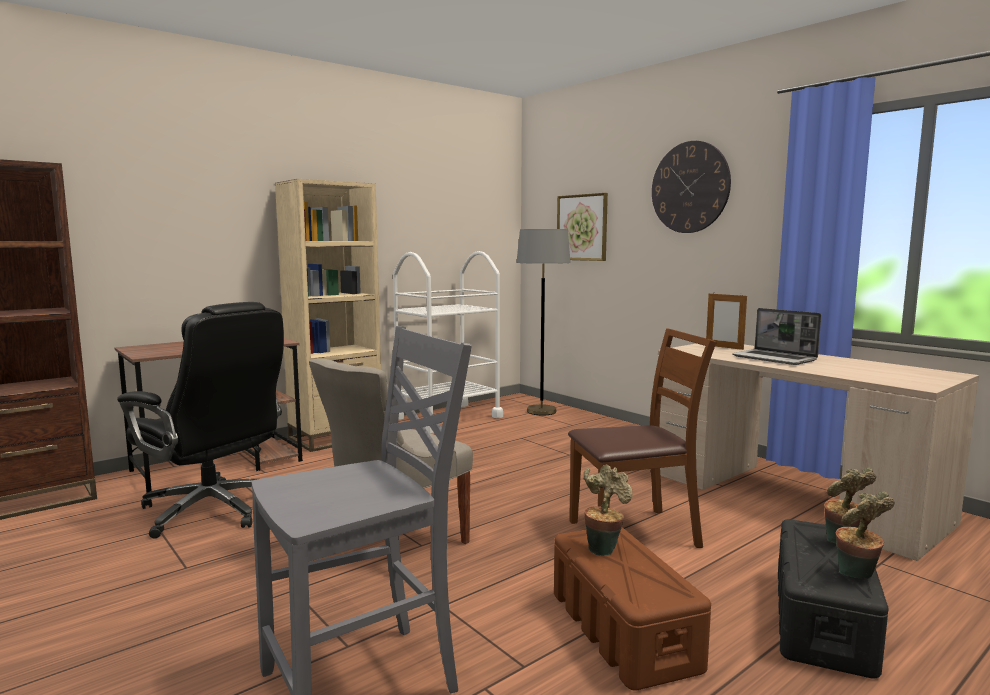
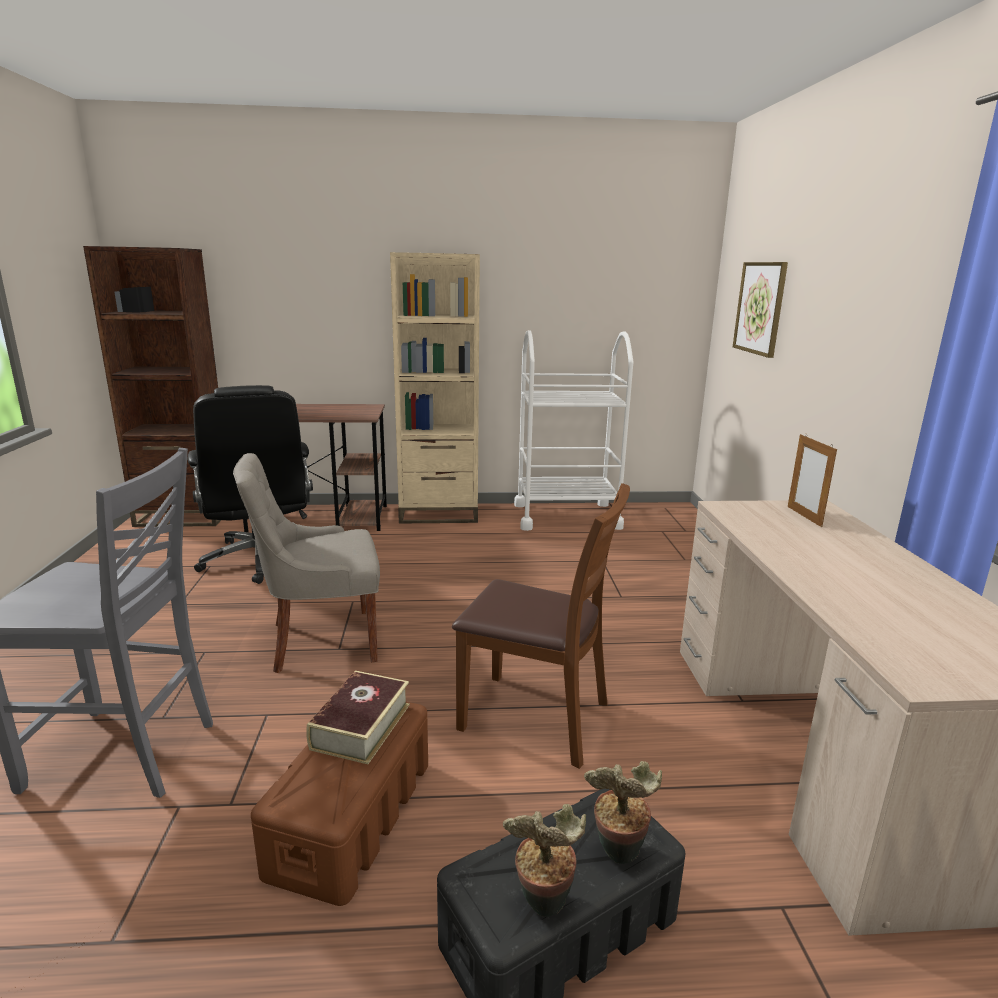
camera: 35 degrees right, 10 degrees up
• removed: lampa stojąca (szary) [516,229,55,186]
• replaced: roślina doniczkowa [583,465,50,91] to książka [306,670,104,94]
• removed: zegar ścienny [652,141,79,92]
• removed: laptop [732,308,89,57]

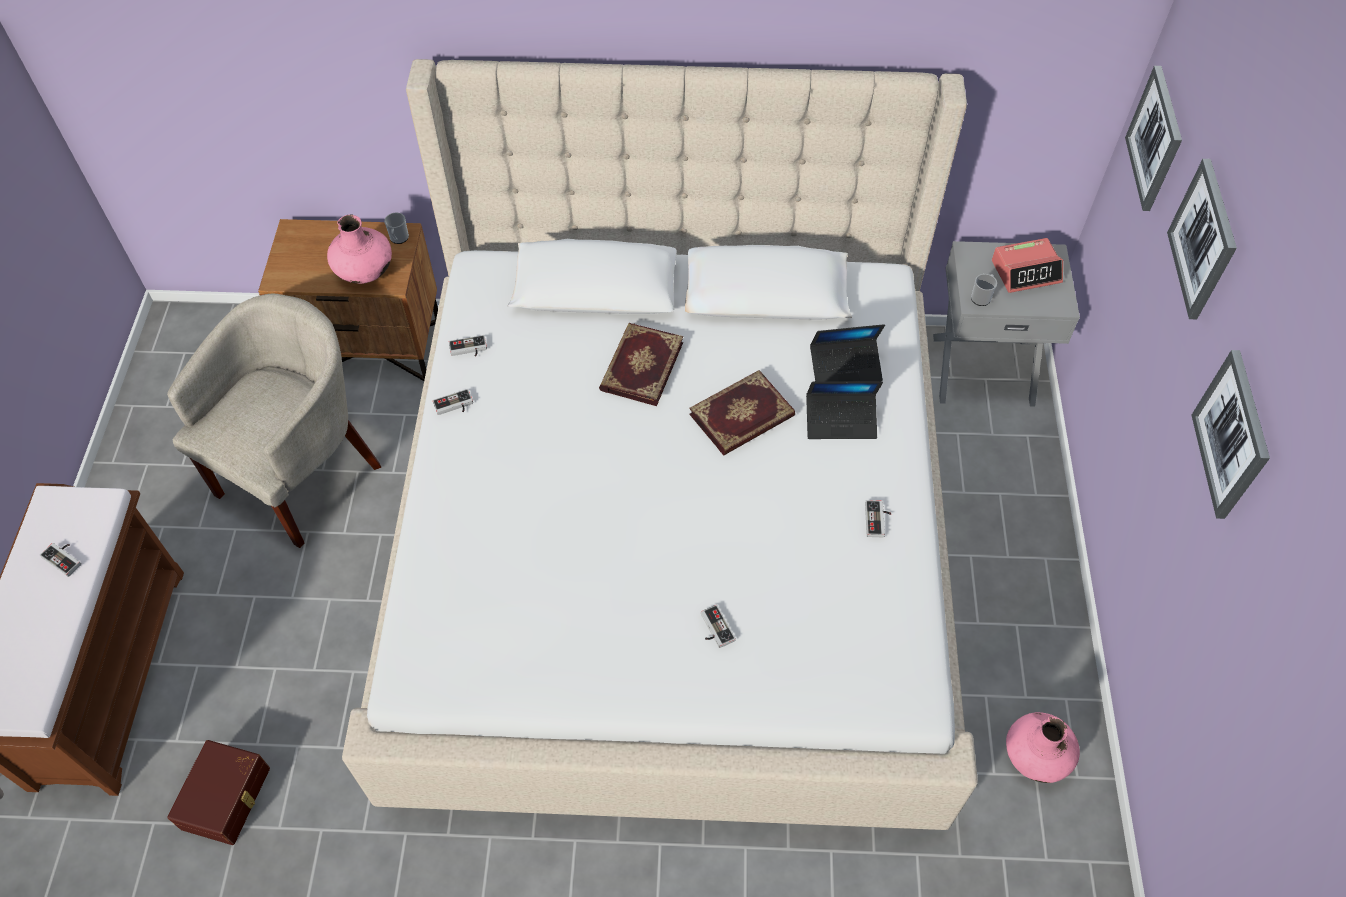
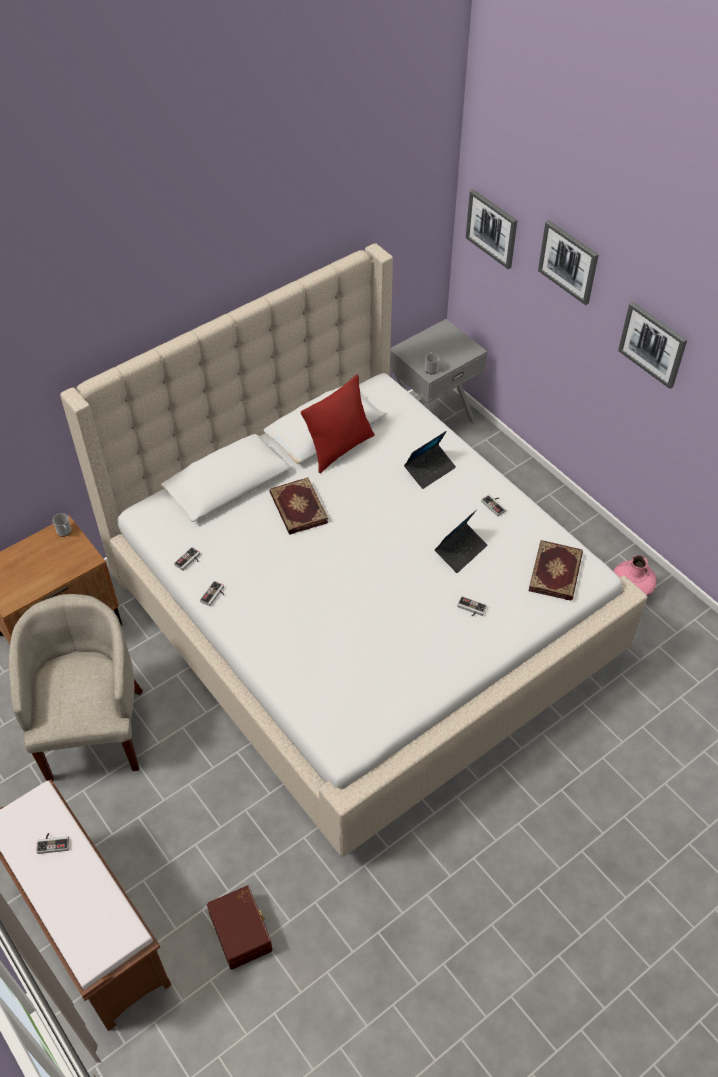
camera: 40 degrees left, 5 degrees down
• removed: wazon (różowy) [327,214,65,70]
• moved: książka [689,370,106,85] to [528,540,55,61]
• moved: laptop [810,324,75,58] to [435,510,52,63]
• removed: budzik [992,238,71,55]
• added: poduszka (czerwony) [301,374,74,99]

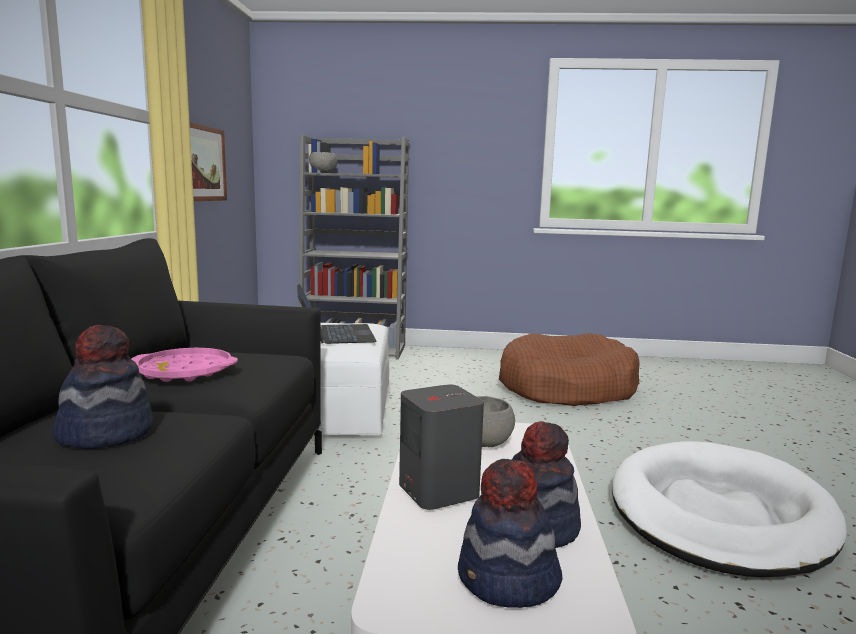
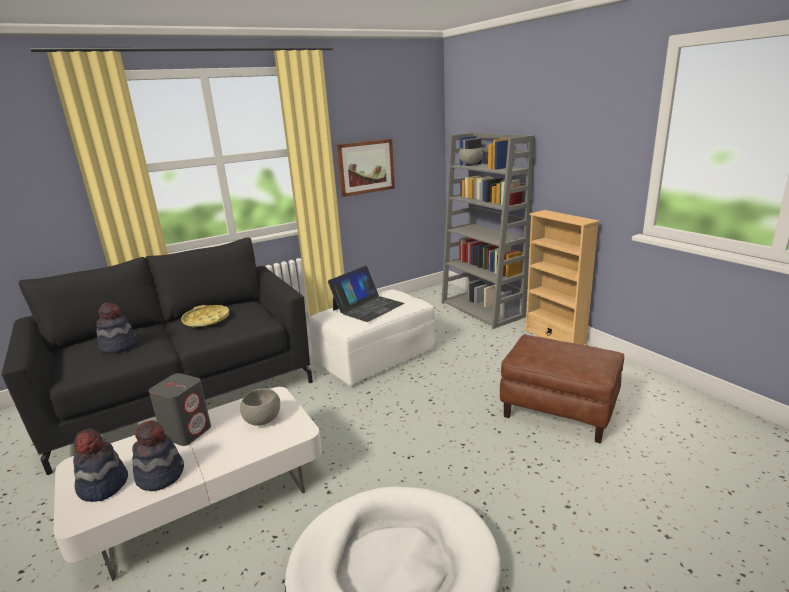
camera: 55 degrees right, 10 degrees up
• recoloured: taca (różowy) [131,348,107,34] to taca (żółty) [181,305,48,23]
• replaced: legowisko (brązowy) [499,333,141,73] to pufa (brązowy) [500,335,124,109]
• added: regał (beżowy) [524,210,76,136]

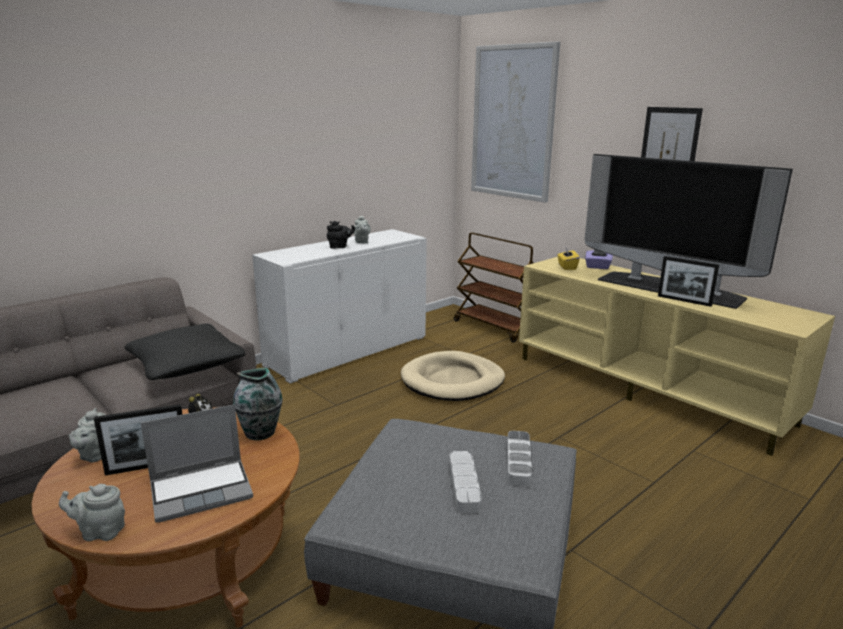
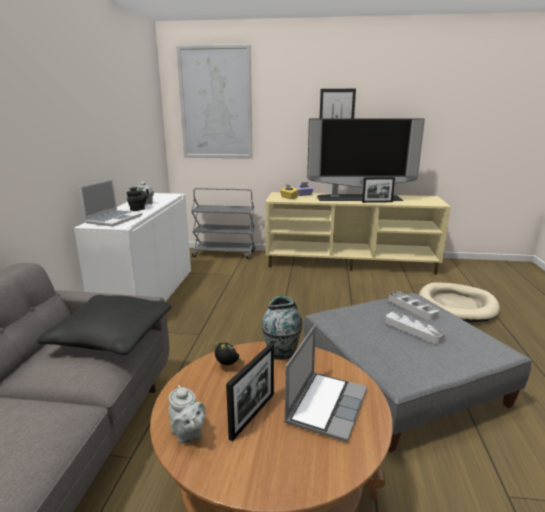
camera: 40 degrees left, 0 degrees up
• removed: imbryk (szary) [59,484,66,57]
• moved: legowisko (beżowy) [401,351,104,50] to [419,282,81,41]
• recoloured: wózek (brązowy) [454,232,80,111] to wózek (szary) [191,188,64,71]
• added: laptop [80,179,63,47]

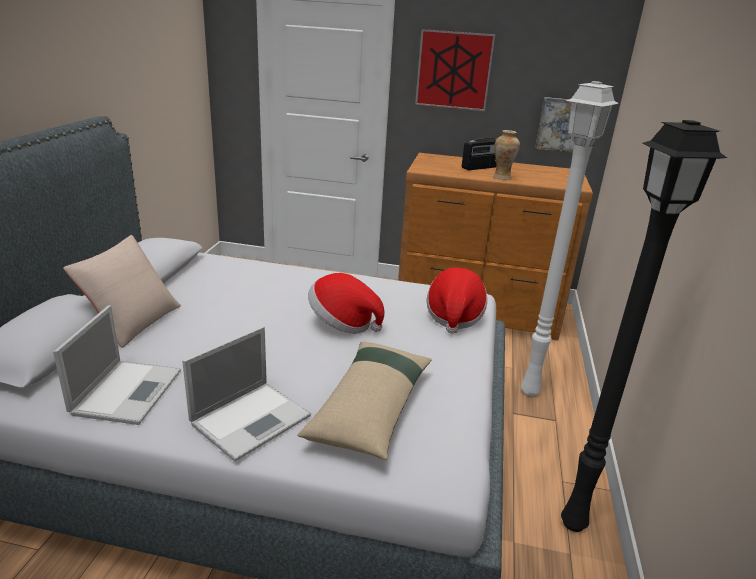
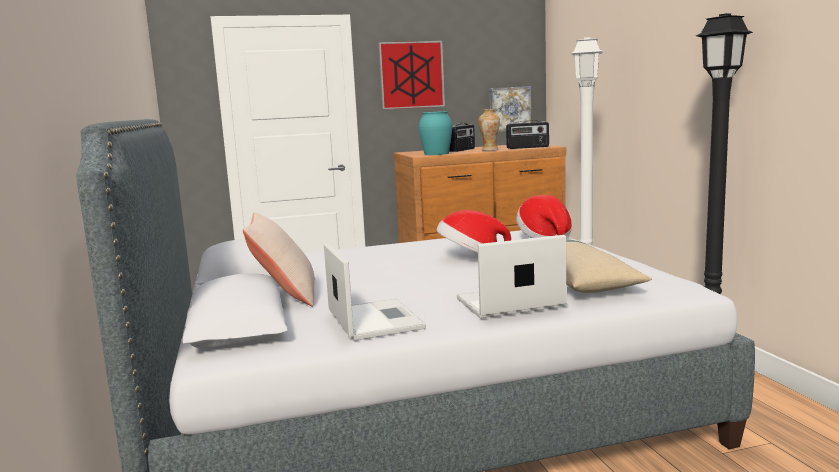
camera: 25 degrees left, 15 degrees down
• turned: laptop [182,326,129,136] = [457,235,109,83] 120 degrees counterclockwise
• added: wazon (turkusowy) [419,111,33,44]
• added: radio [506,120,43,29]

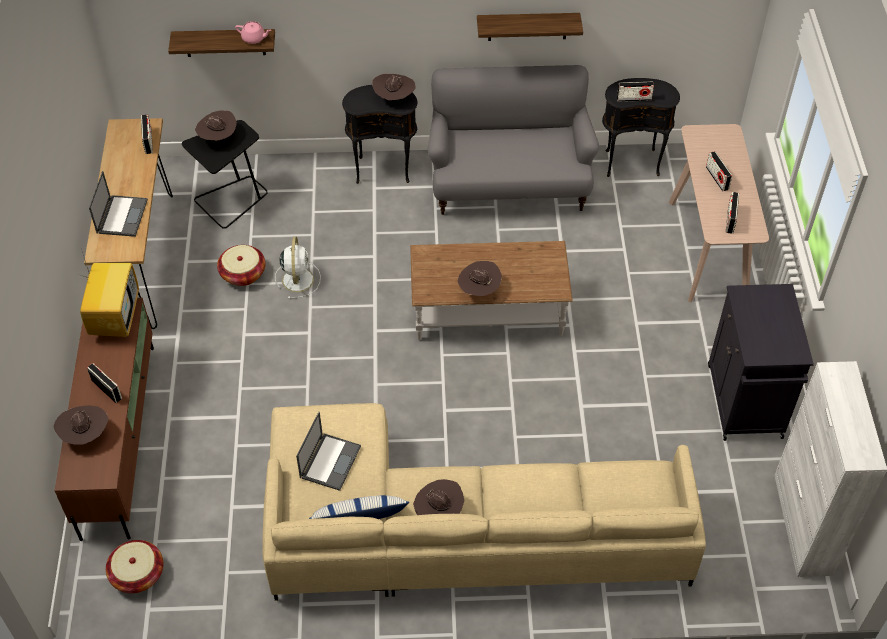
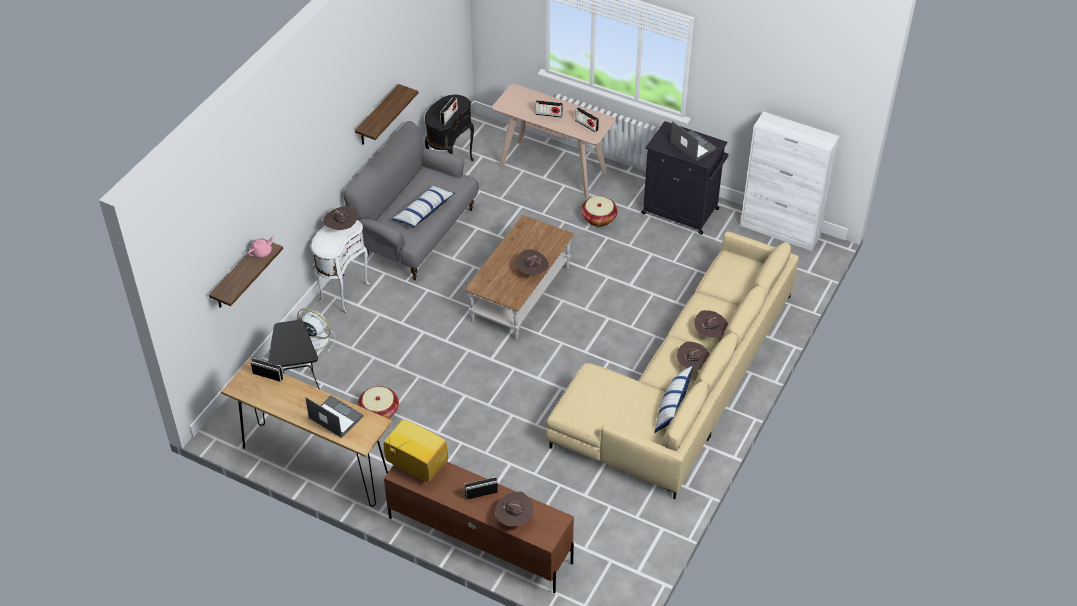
camera: 60 degrees left, 5 degrees down
• moved: koszyk [106,540,57,53] to [581,196,37,31]
• moved: kapelusz (brązowy) [195,110,42,31] to [694,310,34,28]
• moved: wentylator (biały) [275,237,46,62] to [297,308,39,44]
• moved: laptop [296,412,65,79] to [671,122,46,39]
• recoloured: stolik (czarny) [342,85,75,99] to stolik (biały) [311,220,59,93]
• added: poduszka [391,185,64,43]

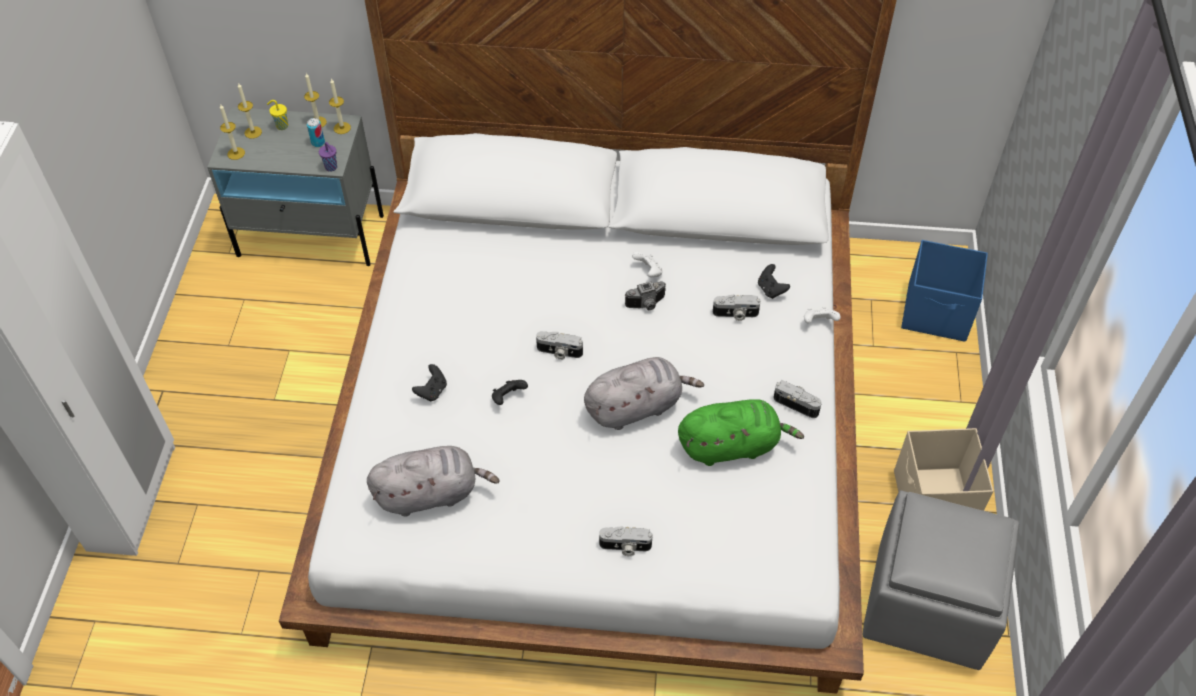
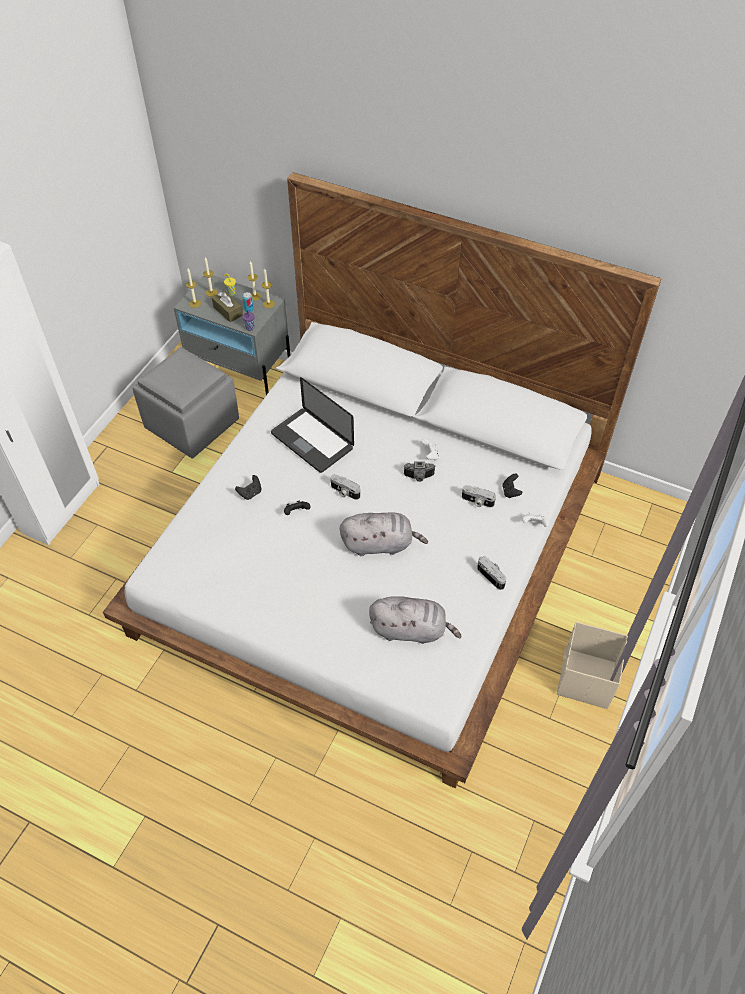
camera: 20 degrees right, 0 degrees up
• moved: pluszak (szary) [367,446,132,71] to [369,596,93,48]
• removed: aparat fotograficzny [599,526,53,30]
• removed: pluszak (zielony) [678,399,126,67]
• moved: pufa (szary) [863,490,156,180] to [132,347,107,112]
• removed: pojemnik do przechowywania (niebieski) [901,240,87,102]
• added: pudełko chusteczek (brązowy) [212,291,31,31]
• added: laptop [271,377,83,96]

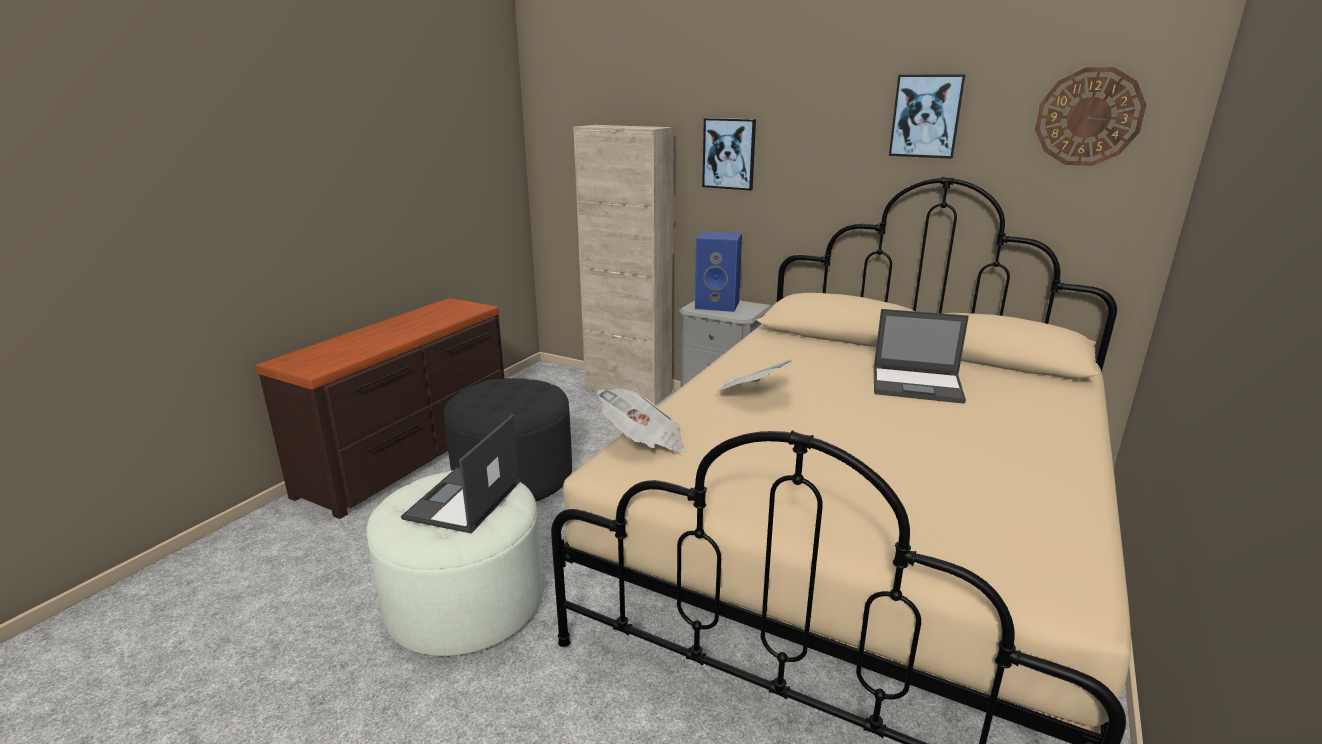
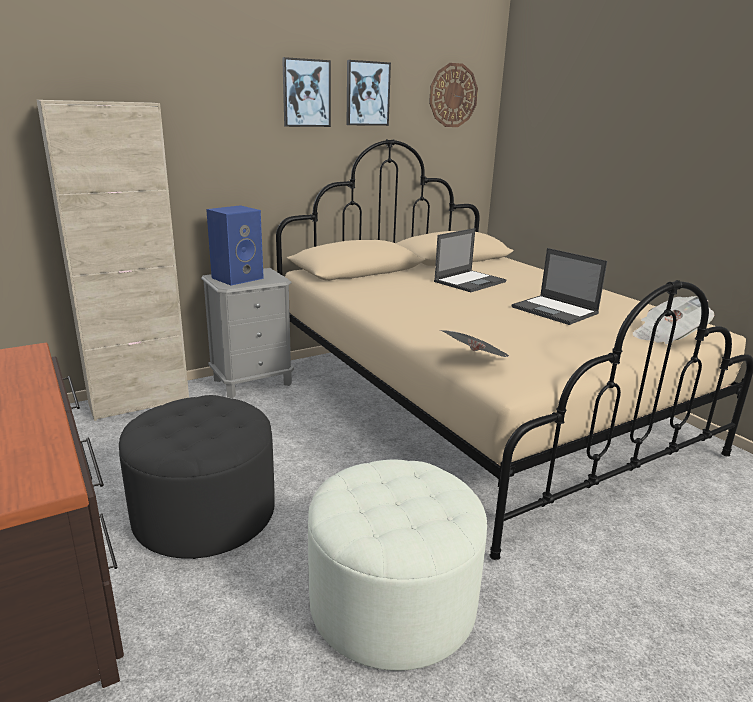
camera: 60 degrees left, 0 degrees up
• moved: laptop [401,415,119,119] to [512,248,95,77]
• moved: obraz [702,118,54,73] to [282,57,49,70]
• moved: gazeta [716,359,76,33] to [632,296,82,48]

